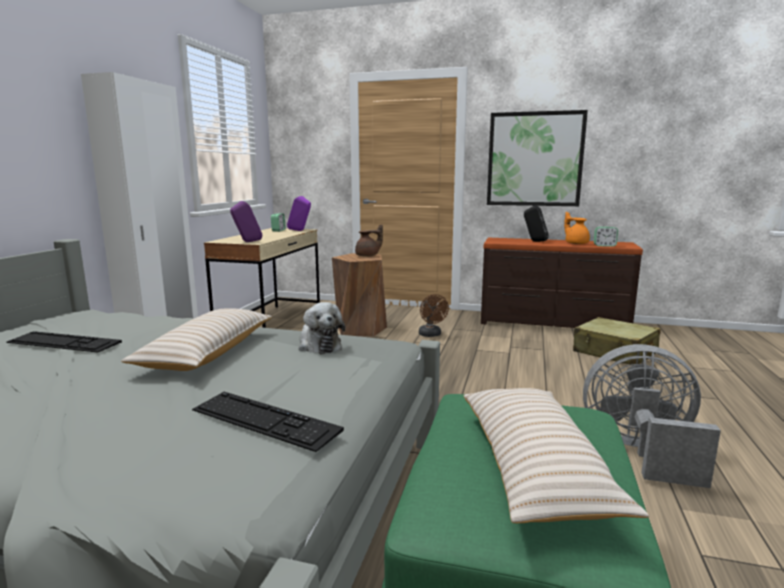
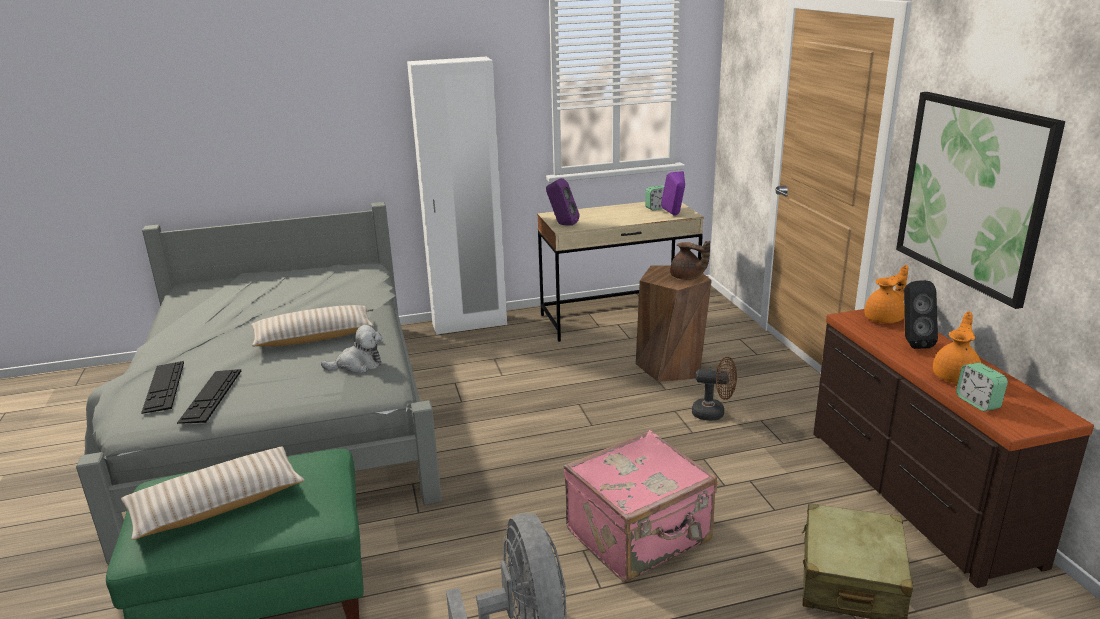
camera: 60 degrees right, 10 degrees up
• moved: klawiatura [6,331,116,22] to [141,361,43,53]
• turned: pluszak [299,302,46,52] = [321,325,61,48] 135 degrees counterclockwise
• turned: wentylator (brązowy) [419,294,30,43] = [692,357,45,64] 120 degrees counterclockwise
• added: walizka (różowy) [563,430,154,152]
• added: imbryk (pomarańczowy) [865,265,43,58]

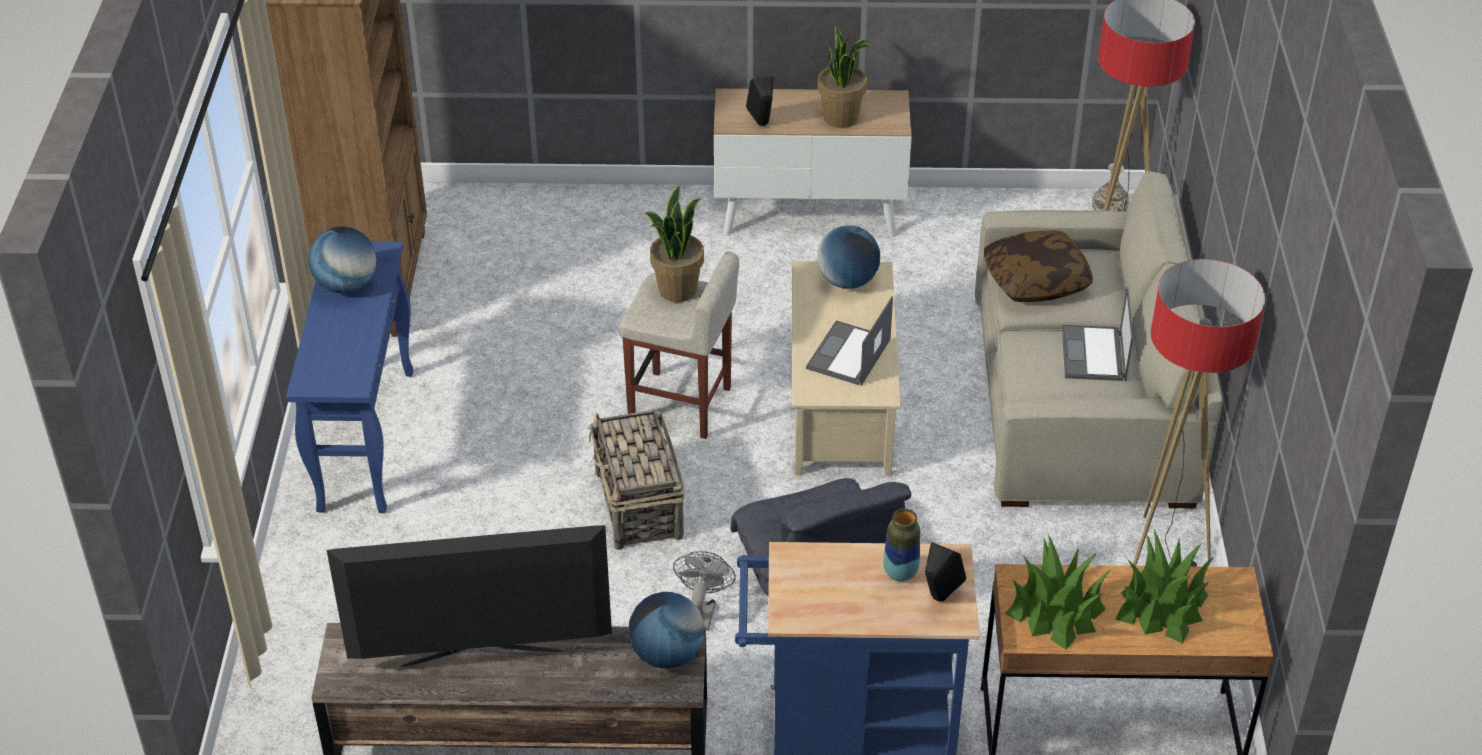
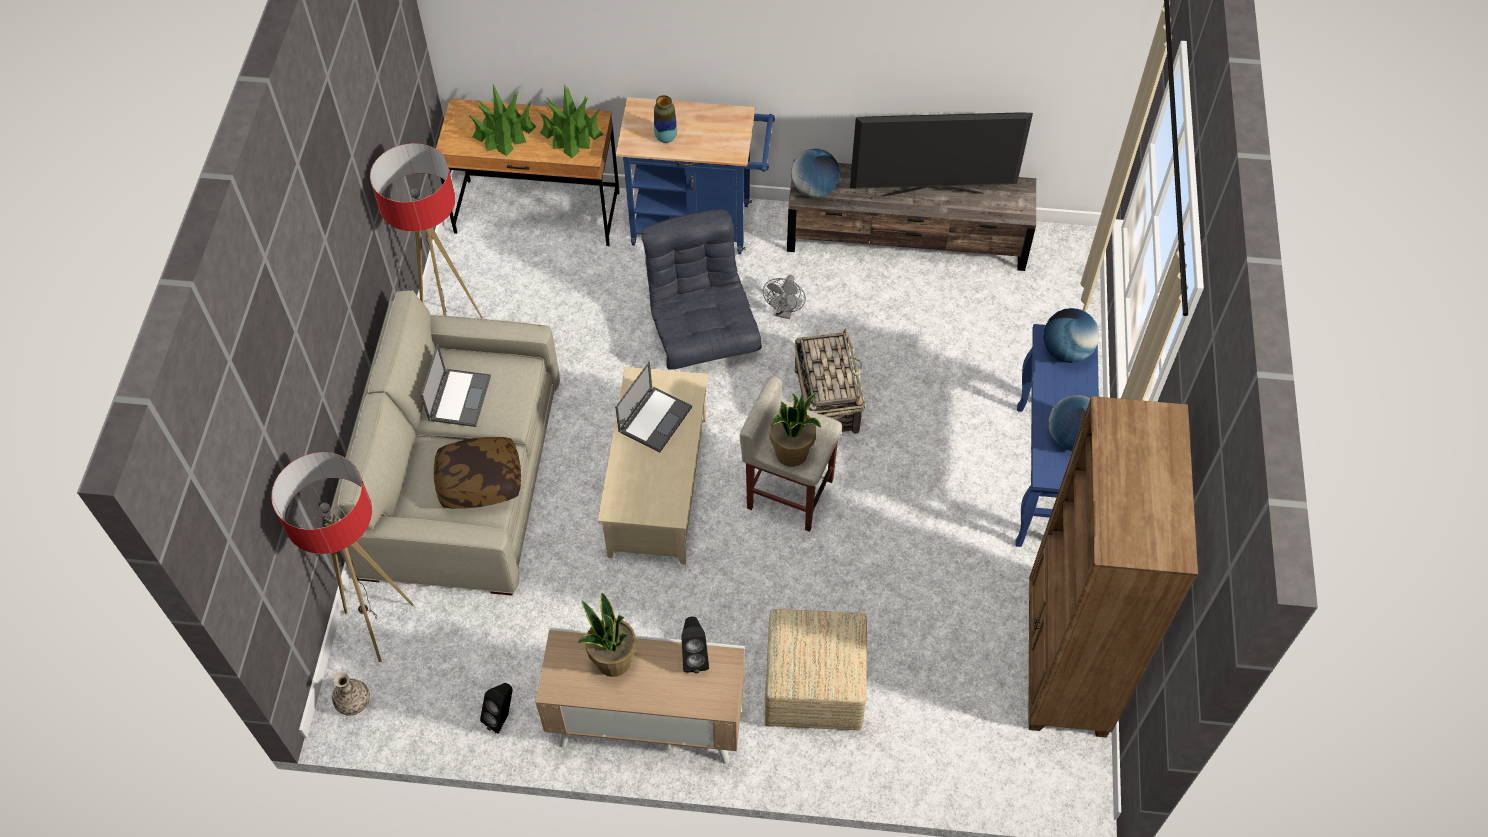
camera: 175 degrees left, 15 degrees up
• moved: globus [817,225,63,64] to [1043,308,56,55]
• moved: głośnik (czarny) [925,542,41,59] to [480,683,33,51]
• added: pufa [765,609,102,122]

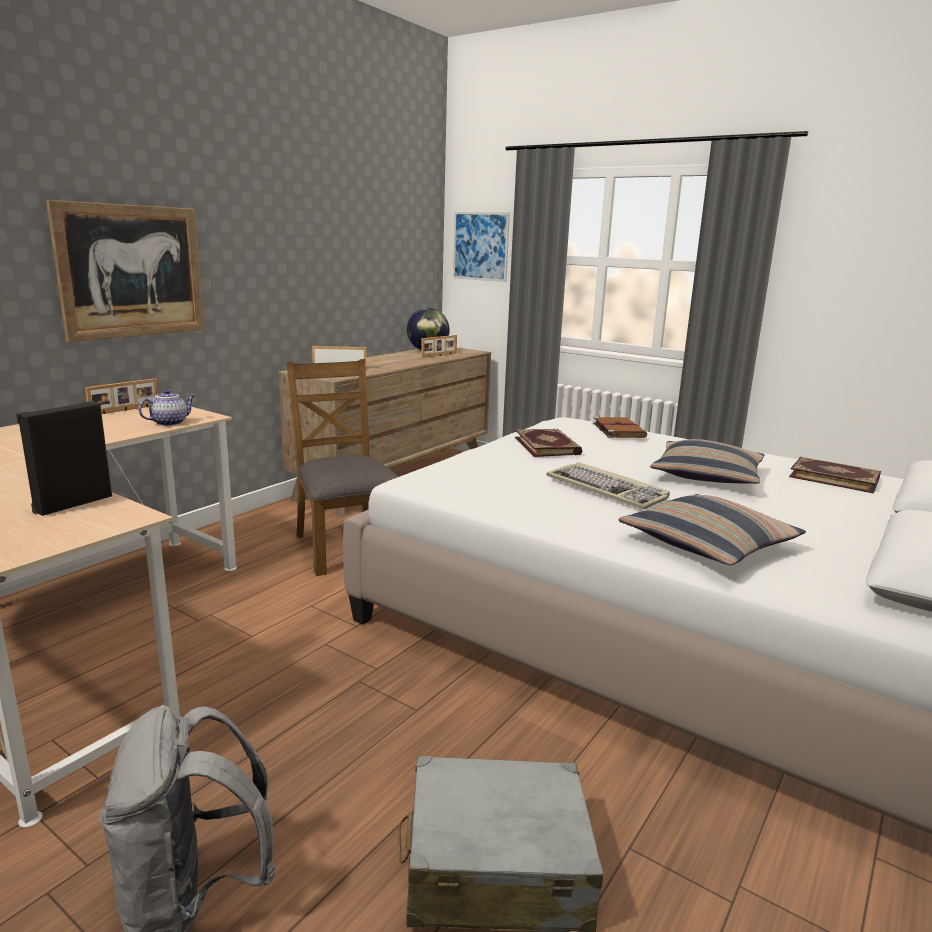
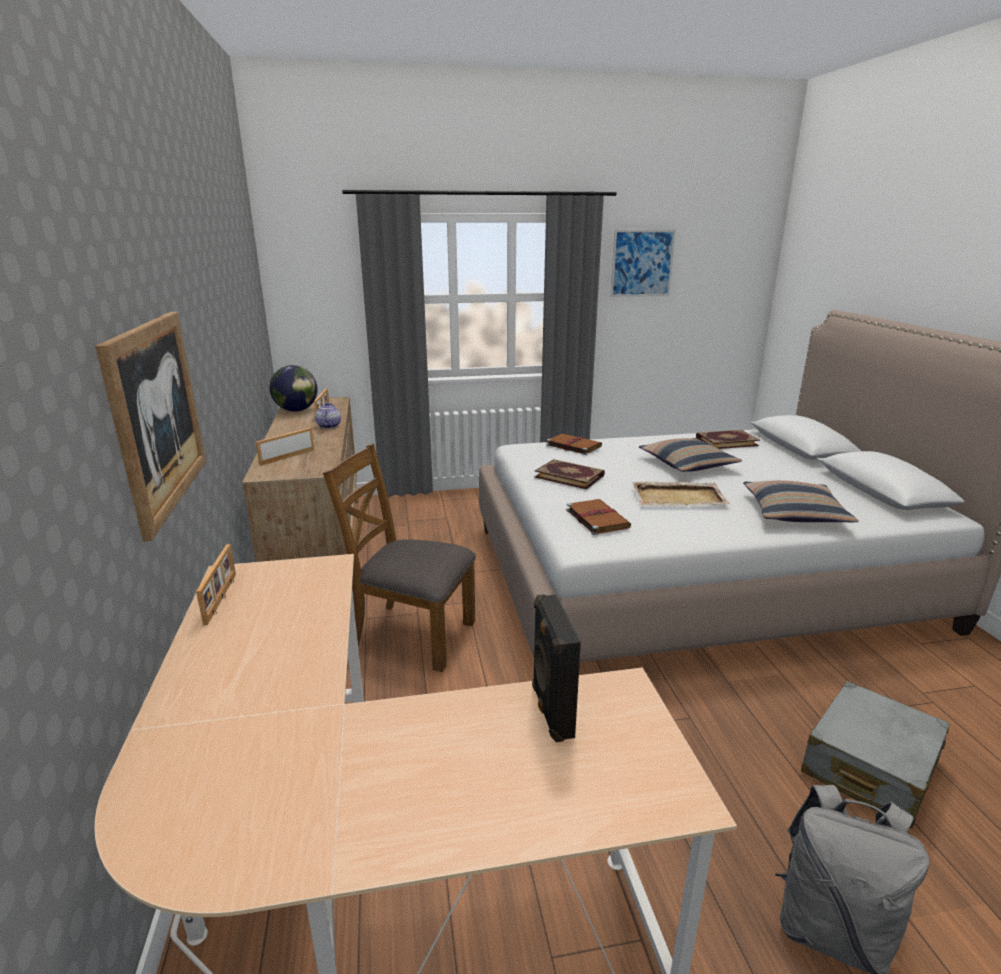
camera: 45 degrees left, 5 degrees up
• moved: imbryk [138,389,57,37] to [315,402,26,27]
• moved: obraz [453,212,57,70] to [610,230,66,67]
• replaced: klawiatura [547,462,123,47] to taca (beżowy) [632,481,98,25]
• added: książka (brązowy) [566,499,65,36]

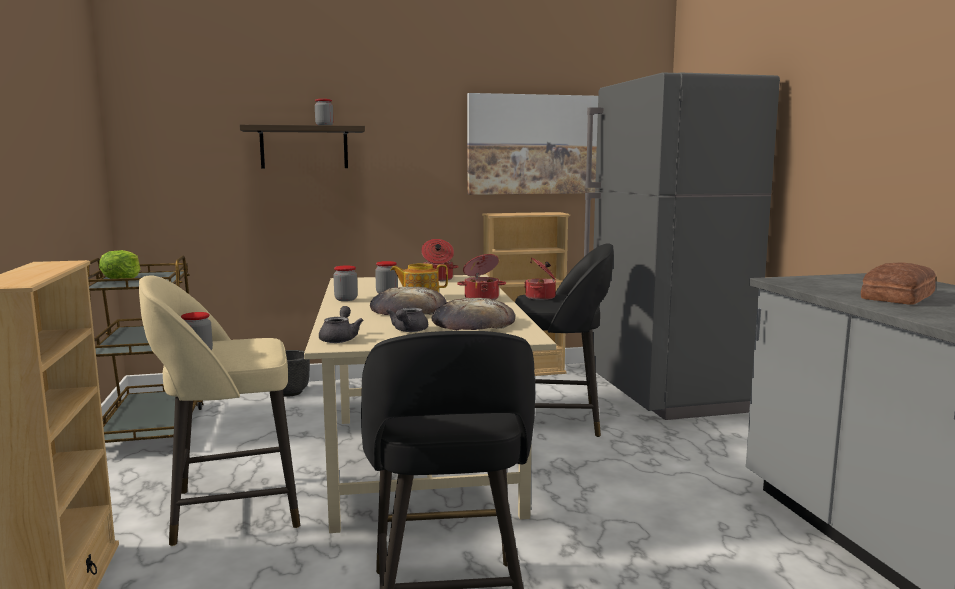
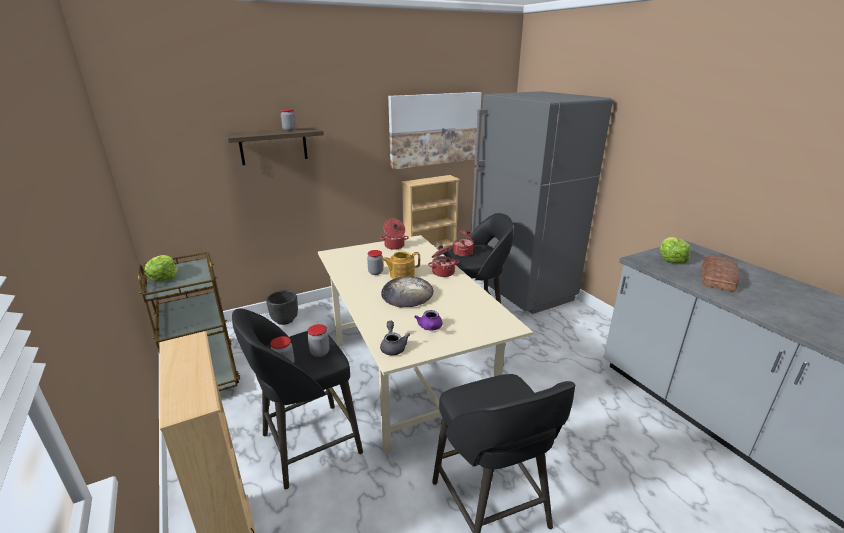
camera: 15 degrees left, 15 degrees up
• recoloured: stołek (beżowy) [139,275,161,271] to stołek (czarny) [232,309,131,180]
• moved: słoik [333,265,25,36] to [308,324,21,33]
• recoloured: imbryk (szary) [386,308,42,24] to imbryk (fioletowy) [414,310,28,20]
• removed: chleb [431,298,84,32]
• added: sałata [660,237,31,26]

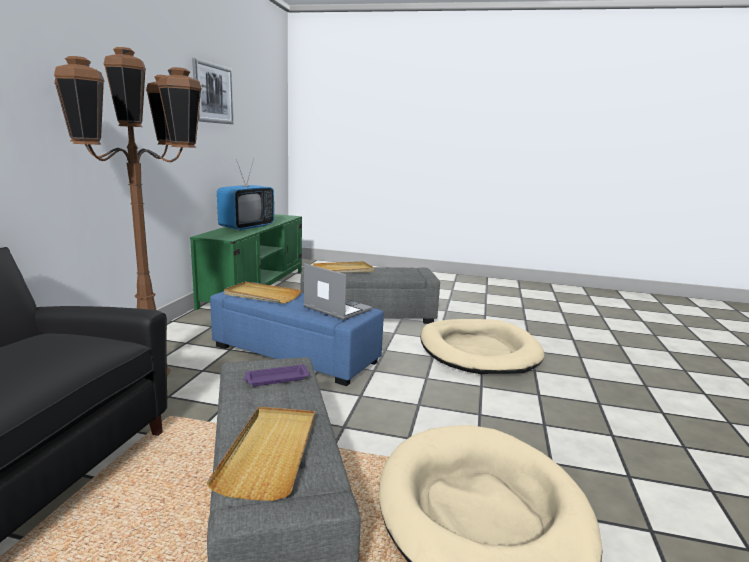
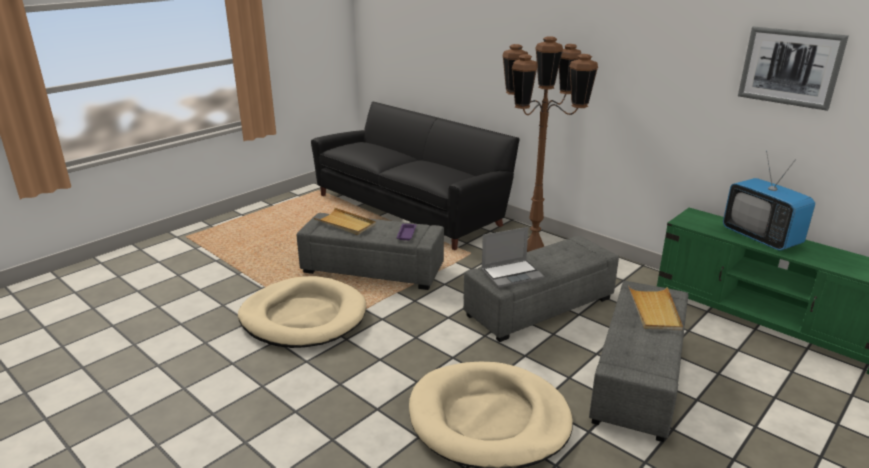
camera: 120 degrees right, 10 degrees up
• recoloured: pufa (niebieski) [210,282,174,104] to pufa (szary) [463,236,156,106]
• removed: taca (beżowy) [224,282,77,22]

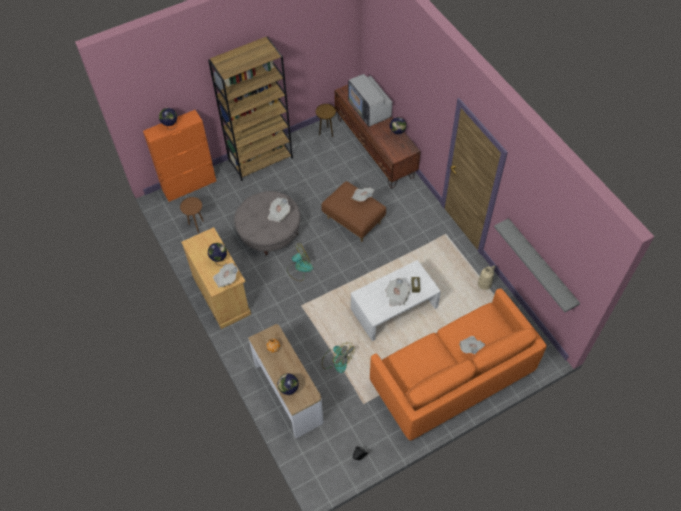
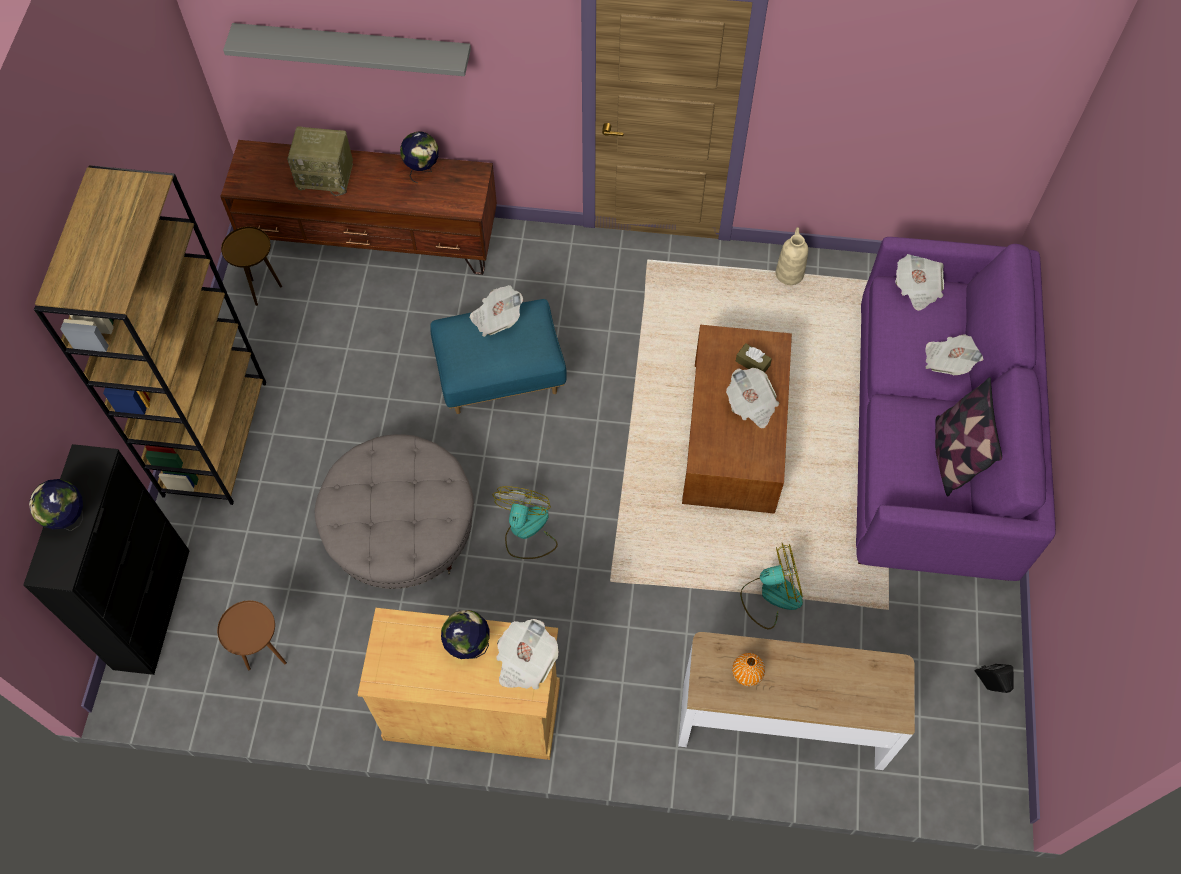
camera: 55 degrees left, 5 degrees up
• recoloured: szafka (pomarańczowy) [143,110,73,92] to szafka (czarny) [23,444,166,231]
• moved: gazeta [268,198,22,25] to [895,254,49,57]
• removed: globus [277,373,22,23]
• recoloured: pufa (brązowy) [321,181,65,61] to pufa (niebieski) [430,299,137,115]
• replaced: telewizor [348,74,44,53] to radio [287,126,66,70]
• recoloured: ława (biały) [351,260,90,81] to ława (brązowy) [682,325,110,189]
• recoloured: kanapa (pomarańczowy) [370,288,177,153] to kanapa (fioletowy) [856,237,200,344]
• moved: półka (szary) [494,218,86,94] to [223,23,248,53]
• added: poduszka [935,377,67,119]

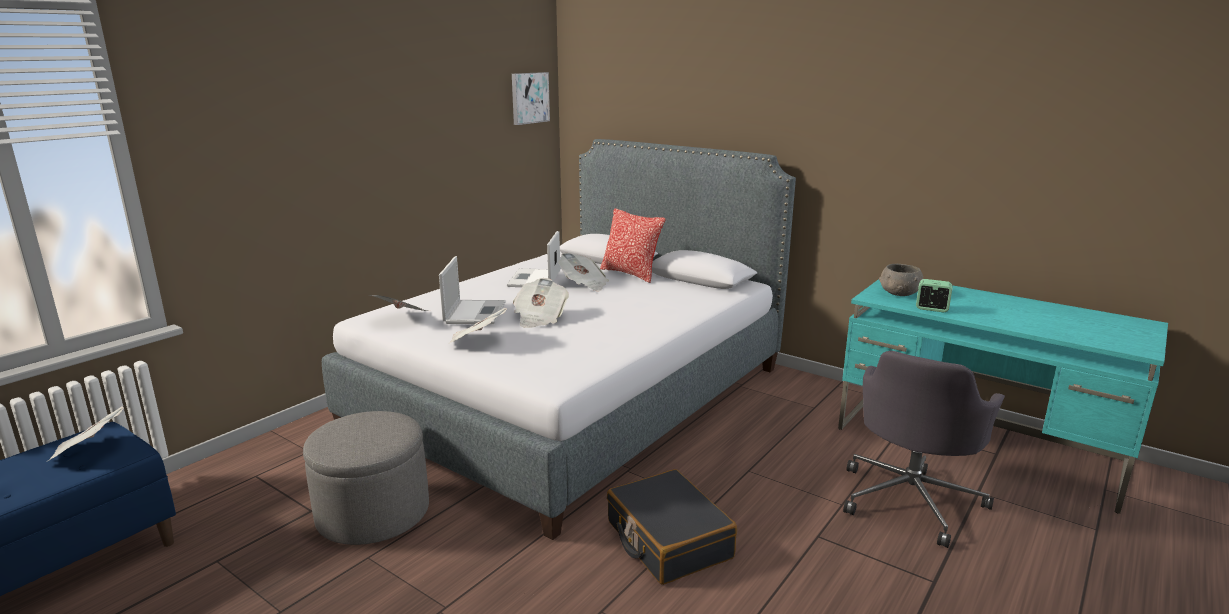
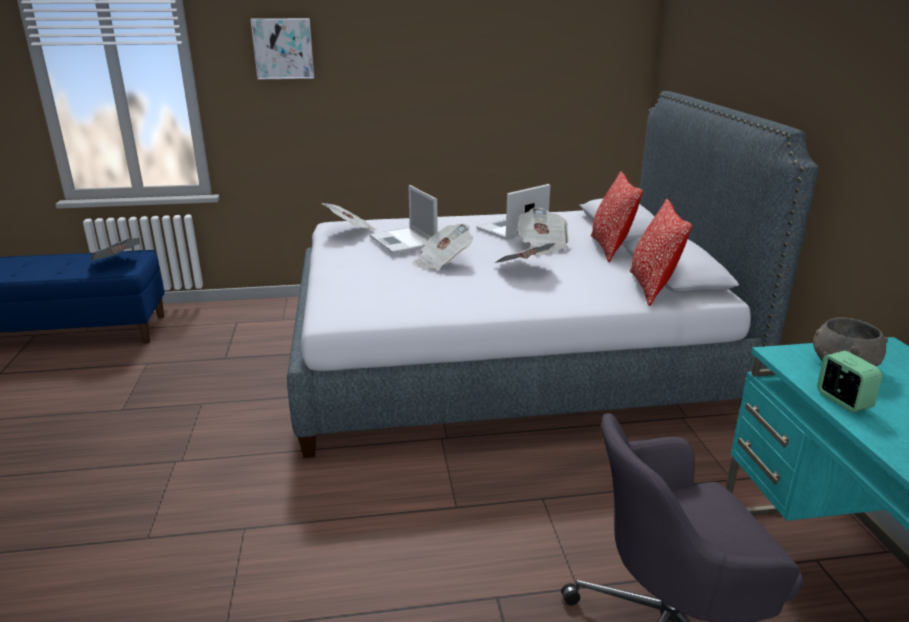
camera: 45 degrees right, 5 degrees up
• removed: pufa (szary) [303,411,126,134]
• turned: laptop [439,256,67,68] = [369,185,69,69] 105 degrees clockwise
• moved: gazeta [450,308,57,35] to [495,243,61,20]
• moved: obraz [512,72,38,53] to [251,18,63,62]
• removed: walizka (czarny) [607,469,130,116]
• added: poduszka [630,199,63,107]

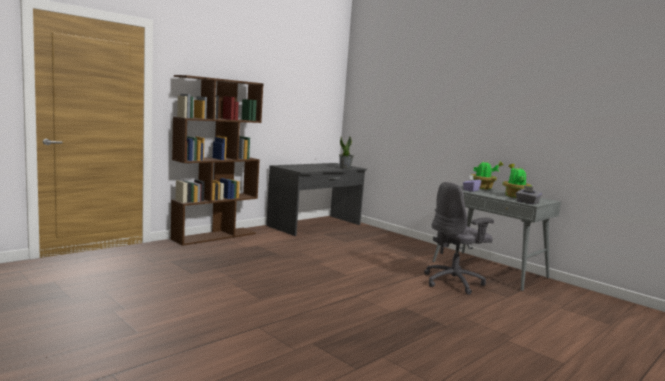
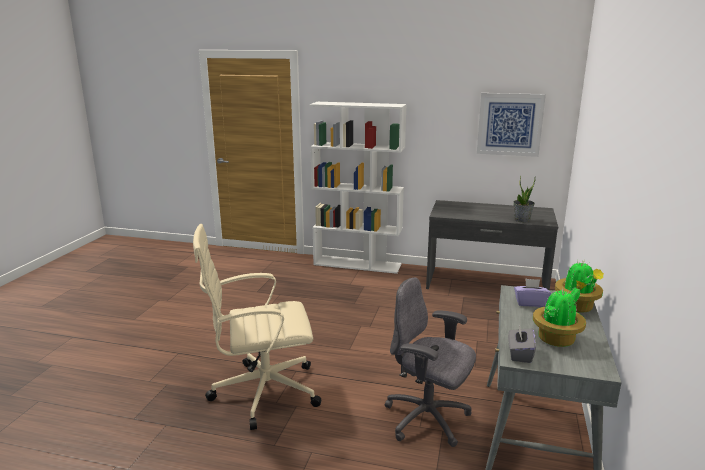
camera: 60 degrees right, 10 degrees up
• recoloured: regał (brązowy) [170,75,93,171] to regał (biały) [309,102,98,172]
• added: krzesło biurowe (beżowy) [193,224,128,206]
• added: obraz [477,93,69,64]

